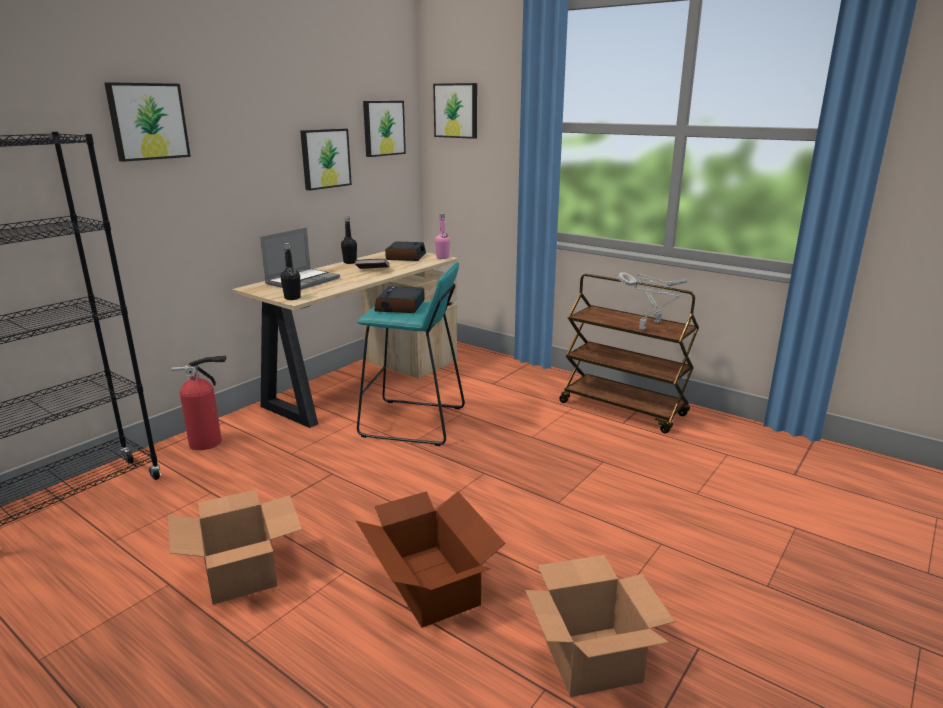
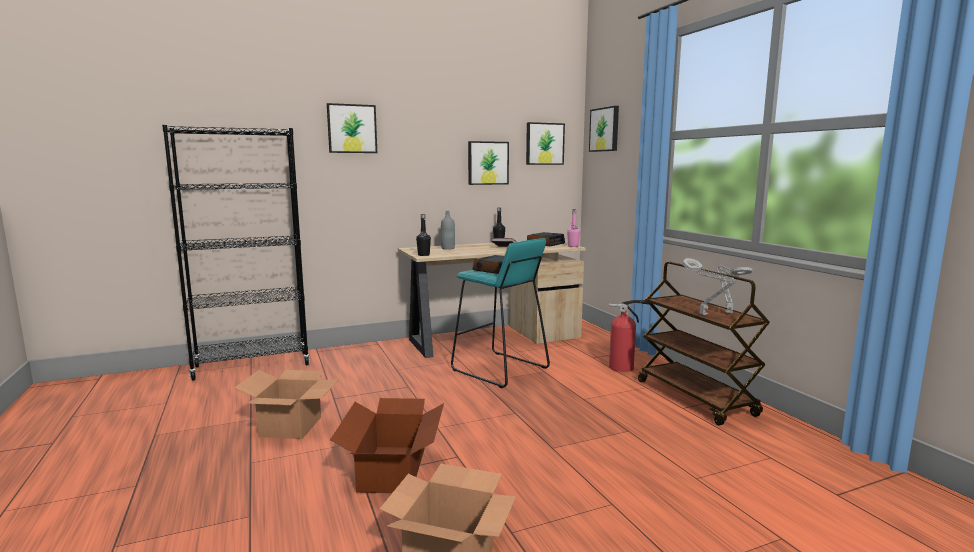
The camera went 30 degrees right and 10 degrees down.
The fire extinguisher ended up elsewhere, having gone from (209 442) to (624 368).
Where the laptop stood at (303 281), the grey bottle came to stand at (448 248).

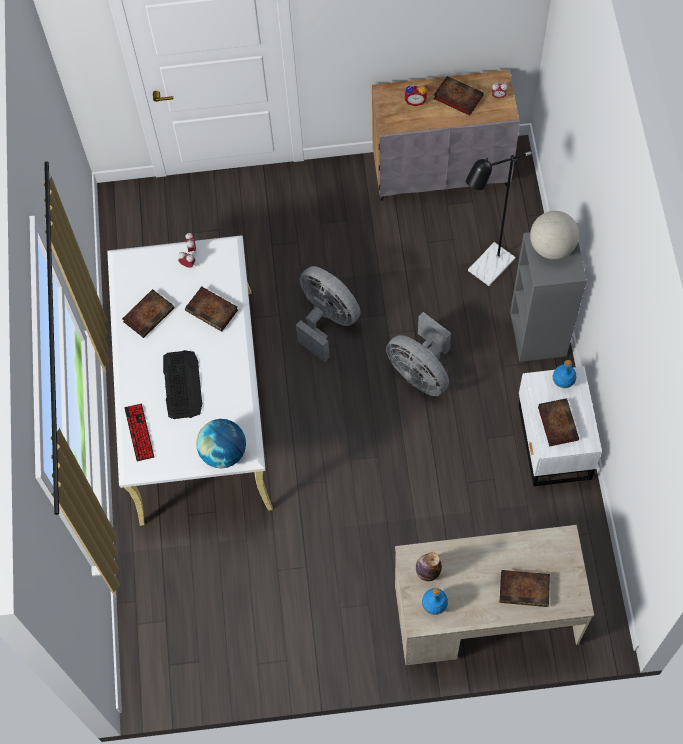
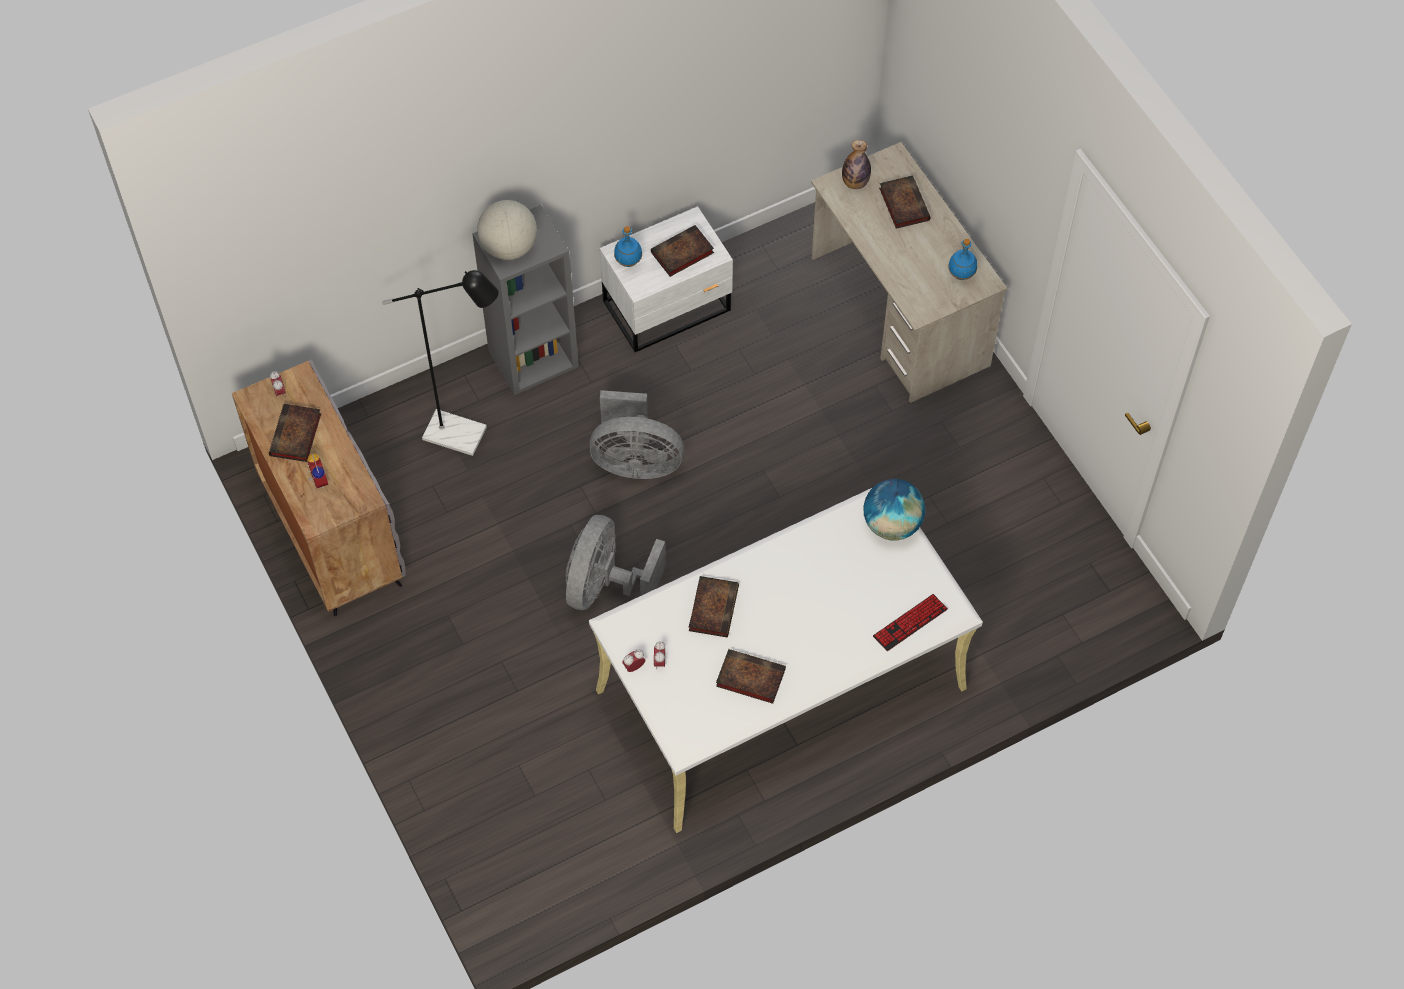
The camera went 115 degrees left and 5 degrees down.
The second view lost the keyboard at (182 384).
The bottle ended up elsewhere, having gone from (427 572) to (855 183).
The grey fan at (420 373) ended up facing another way, 75 degrees clockwise from before.

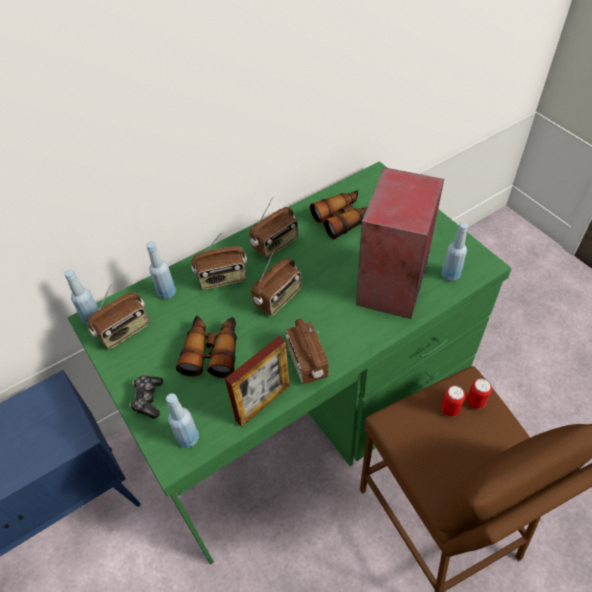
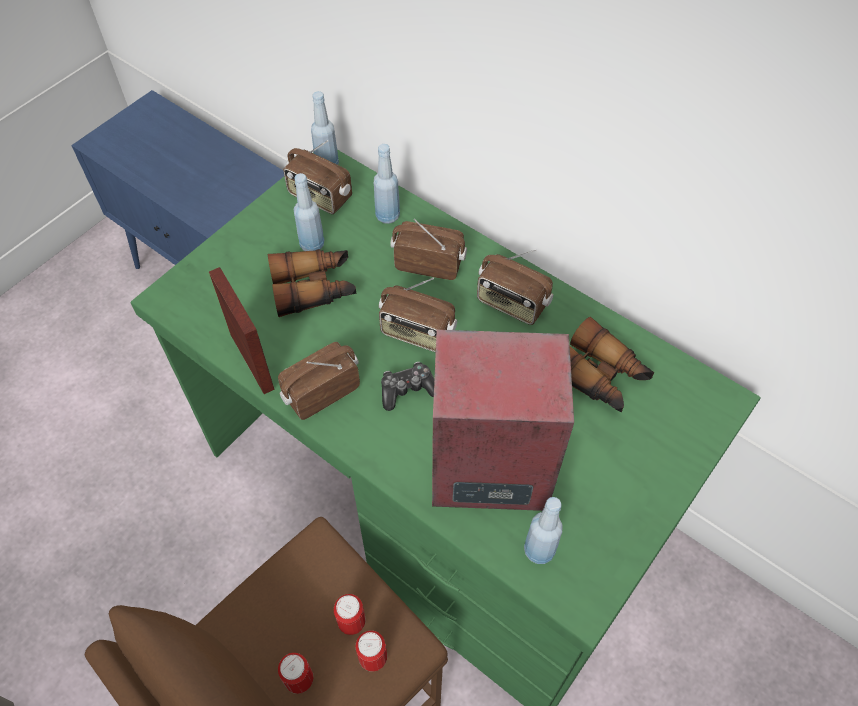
The camera went 70 degrees right and 5 degrees up.
The second view gained the can at (299 679).
The game controller ended up elsewhere, having gone from (148 399) to (407 390).
The blue bottle ended up elsewhere, having gone from (188 438) to (312 244).
The radio at (222 279) ended up facing another way, 135 degrees clockwise from before.
The picture frame at (263 403) ended up facing another way, 150 degrees counterclockwise from before.

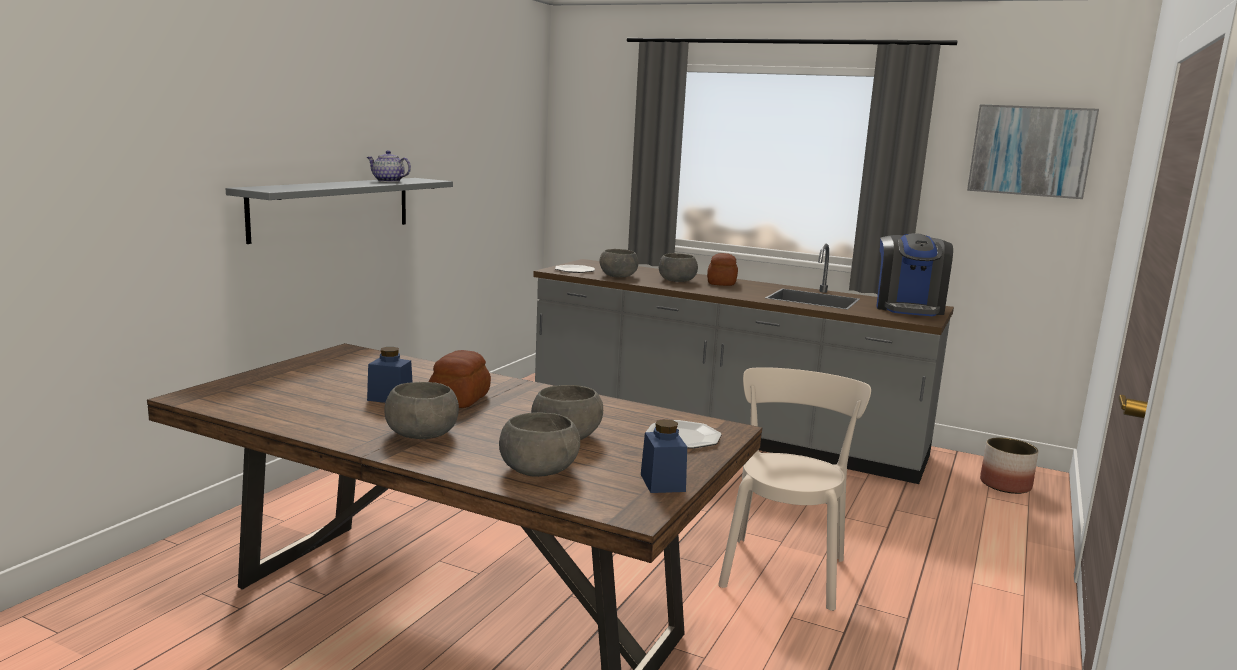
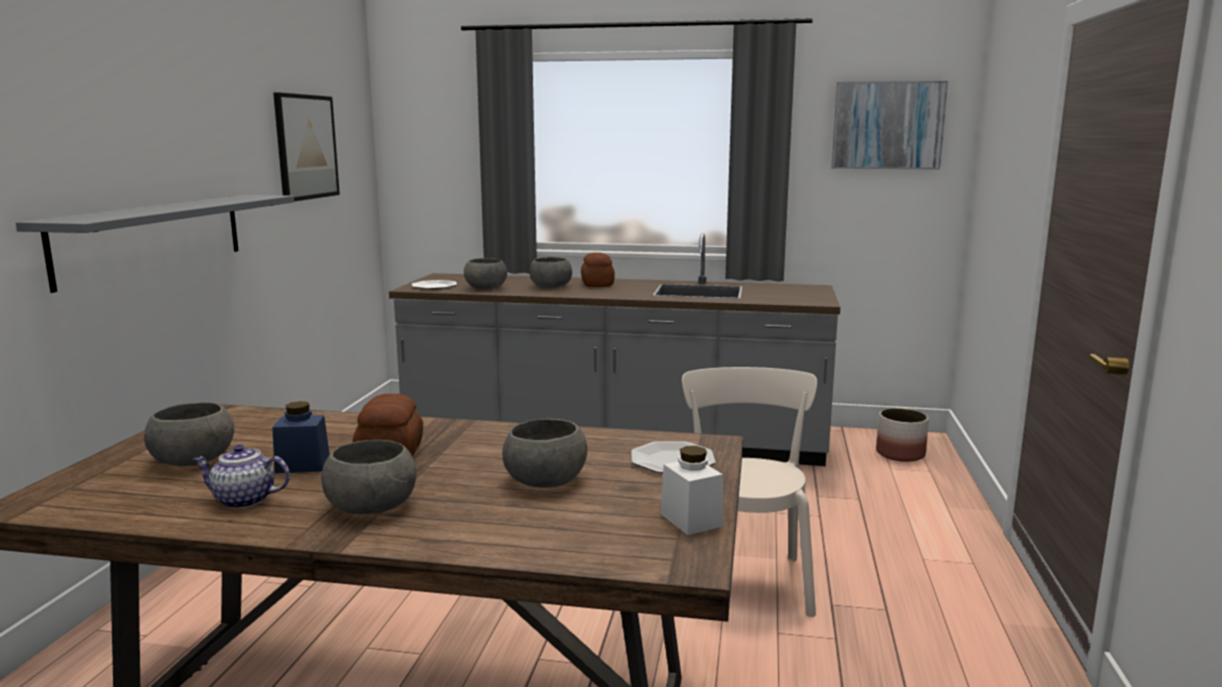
The camera went 15 degrees left and 0 degrees up.
The second view lost the coffee machine at (908 308).
The second view gained the picture at (306 147).
The teapot ended up elsewhere, having gone from (387 181) to (242 500).
The grey bowl ended up elsewhere, having gone from (539 469) to (194 459).
What was the blue jar at (662 483) turned into the white jar at (691 520).

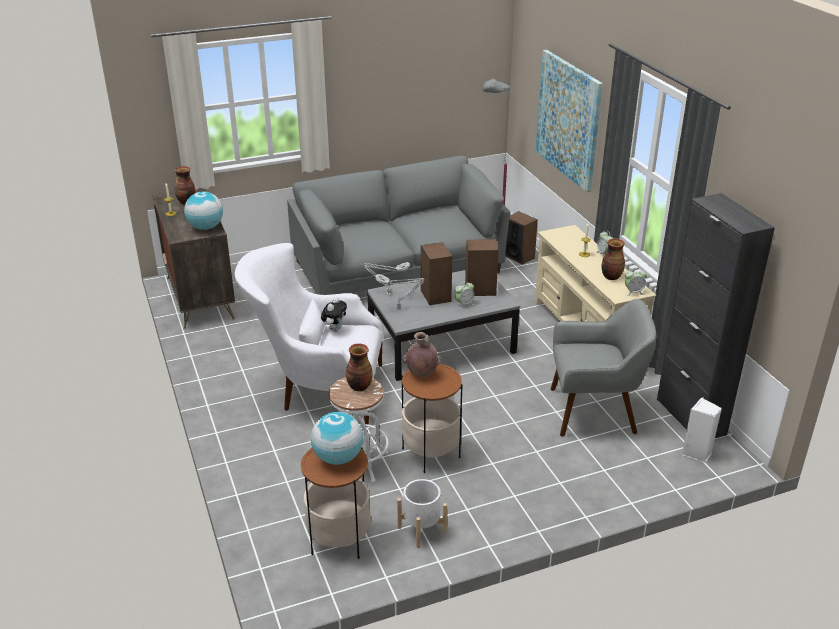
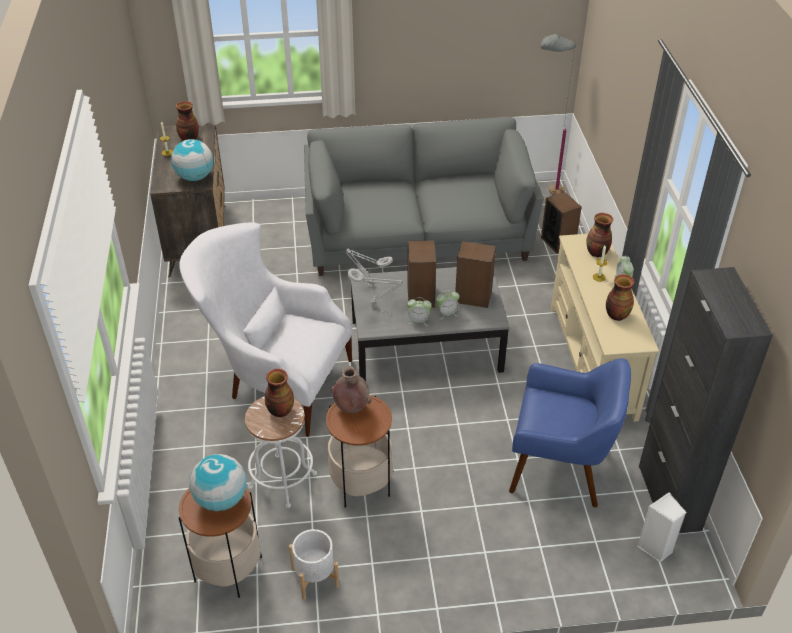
The camera went 15 degrees right and 10 degrees up.
The second view lost the plush toy at (334 329).
The second view lost the picture at (568 119).
The second view gained the vase at (596 253).
The alarm clock ended up elsewhere, having gone from (633 292) to (418 321).
What was the grey armchair at (594 412) turned into the blue armchair at (560 468).

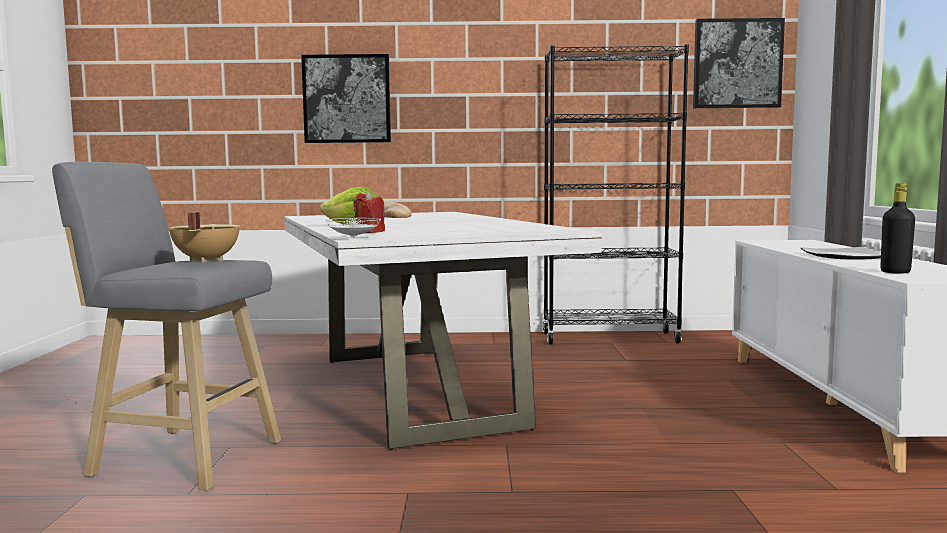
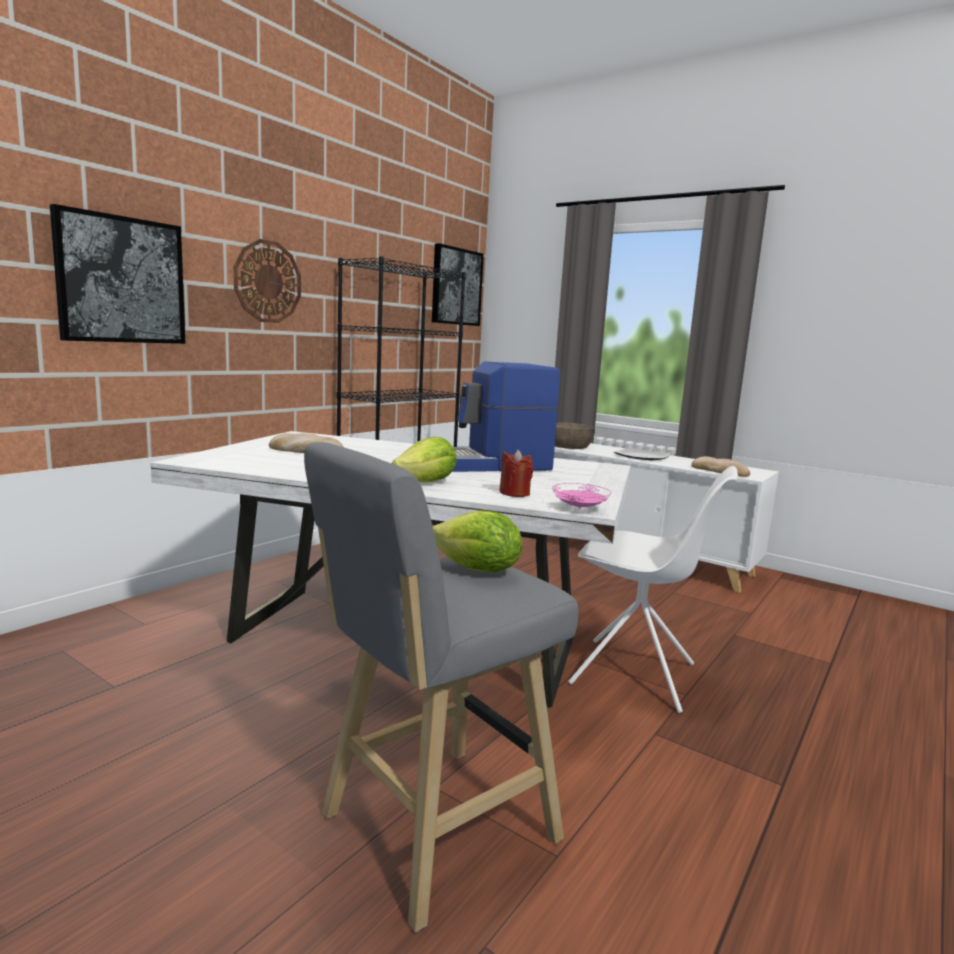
The camera went 55 degrees left and 5 degrees up.
The second view gained the wall clock at (267 282).
The second view gained the coffee machine at (491 464).
The second view gained the brown bowl at (569 446).
The second view gained the white chair at (636 675).
Where the beige cooking pot stood at (205 260), the lettuce came to stand at (477 570).
Where the black bottle stood at (895 272), the bread came to stand at (720 471).
What was the white plate at (354 238) turned into the pink plate at (579 508).

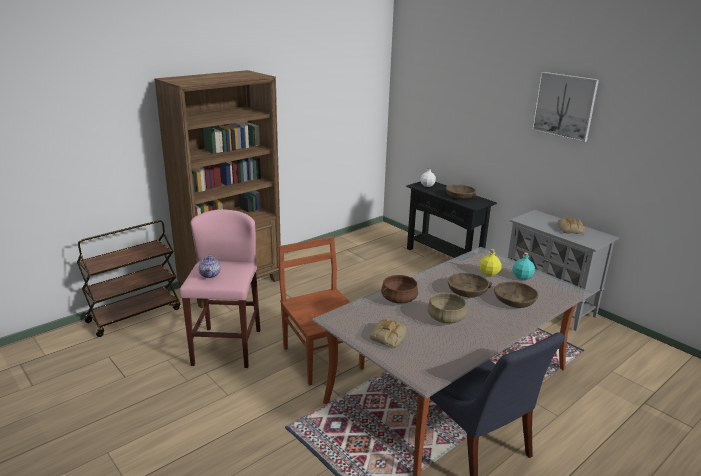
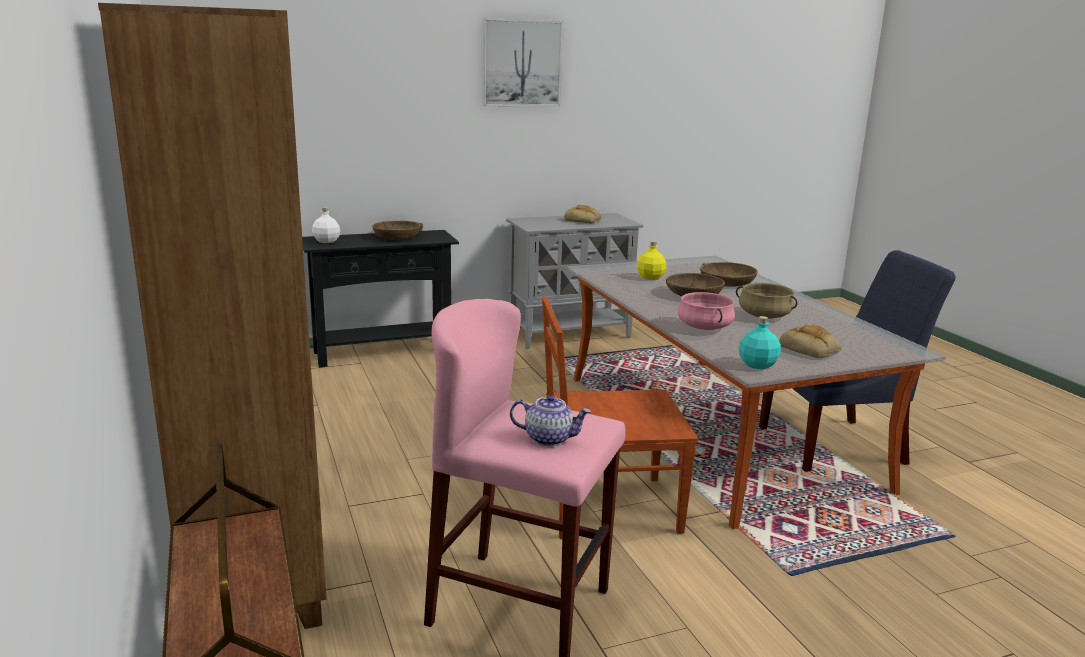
The camera went 70 degrees left and 5 degrees down.
The turquoise bottle ended up elsewhere, having gone from (522 277) to (757 364).
What was the brown cooking pot at (398 299) turned into the pink cooking pot at (704 327).

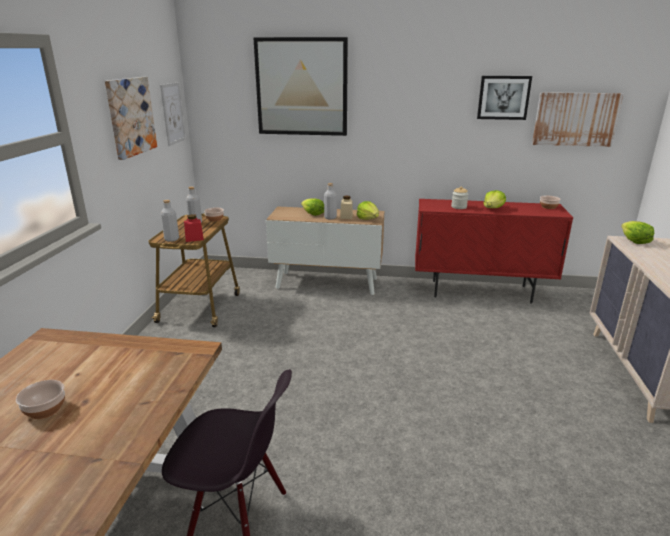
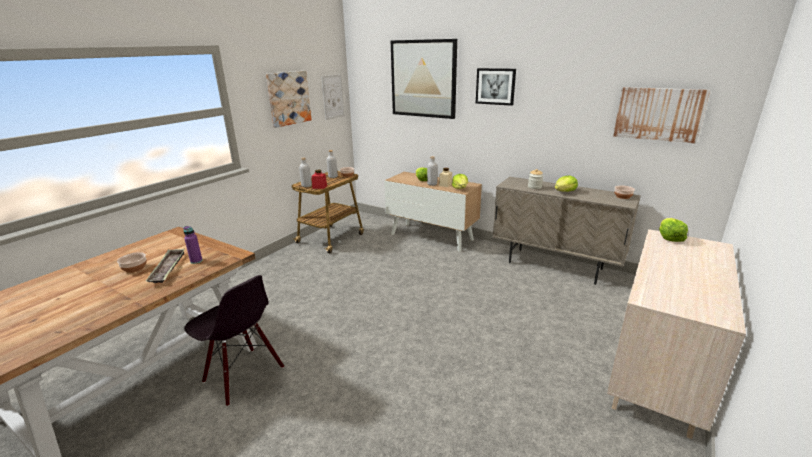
The camera went 25 degrees right and 0 degrees up.
The second view gained the tray at (168 269).
The second view gained the purple bottle at (196 261).
The picture ended up elsewhere, having gone from (503 97) to (495 86).
What was the red cabinet at (480 291) turned into the beige cabinet at (555 266).

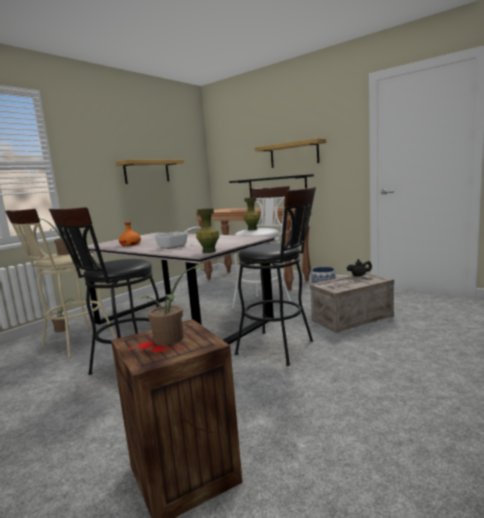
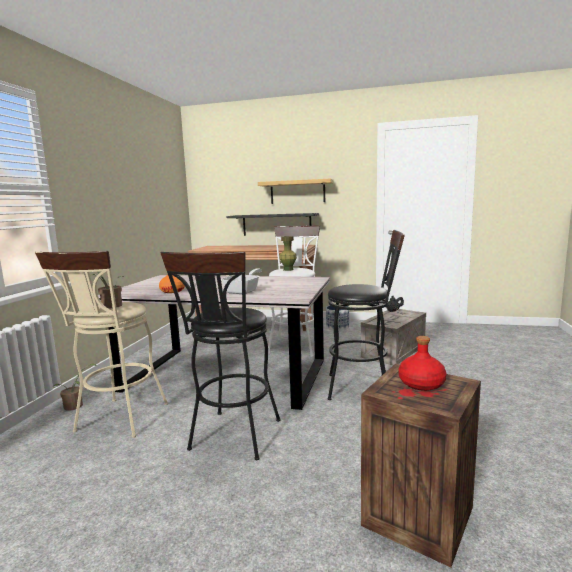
The camera went 25 degrees left and 0 degrees up.
The second view lost the shelf at (147 172).
The second view lost the green vase at (209 251).
Where the potted plant stood at (172 339), the red bottle came to stand at (421 383).

